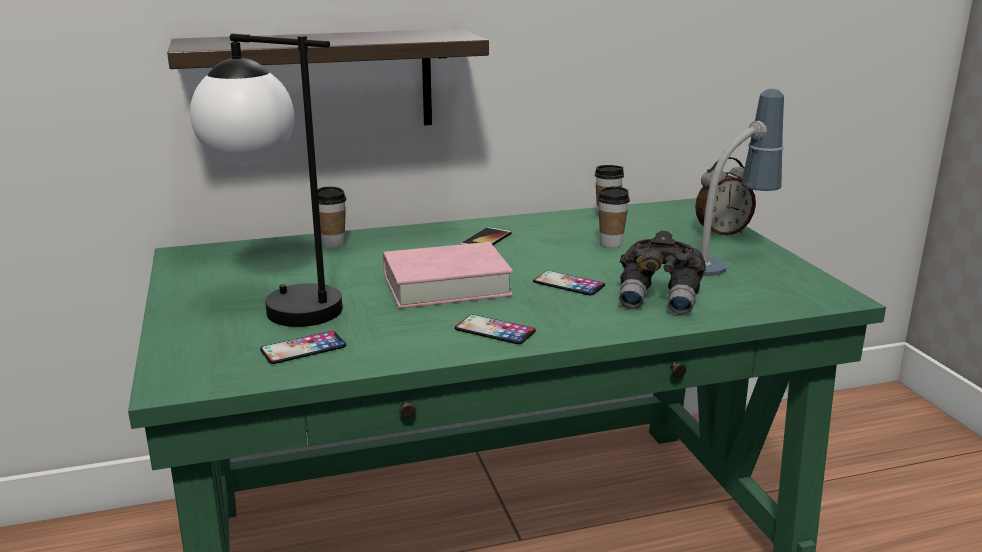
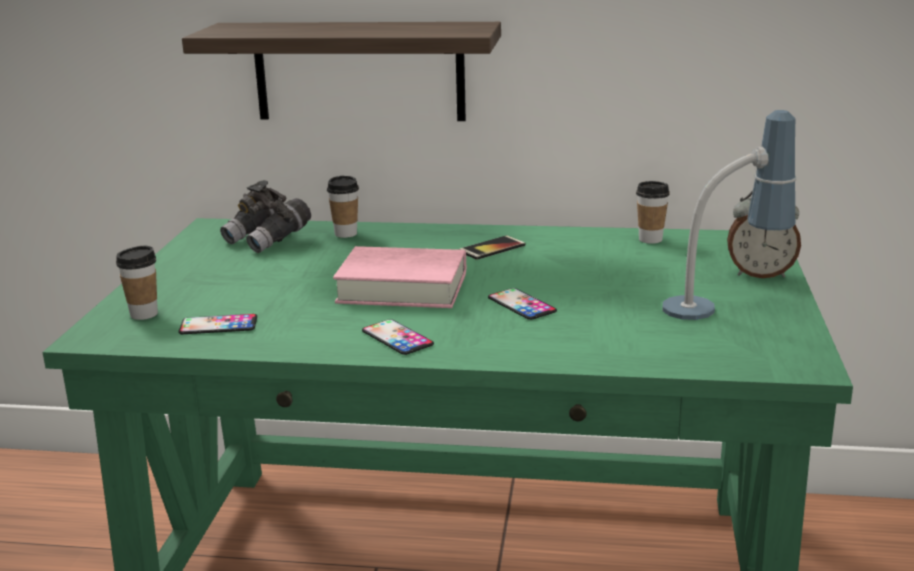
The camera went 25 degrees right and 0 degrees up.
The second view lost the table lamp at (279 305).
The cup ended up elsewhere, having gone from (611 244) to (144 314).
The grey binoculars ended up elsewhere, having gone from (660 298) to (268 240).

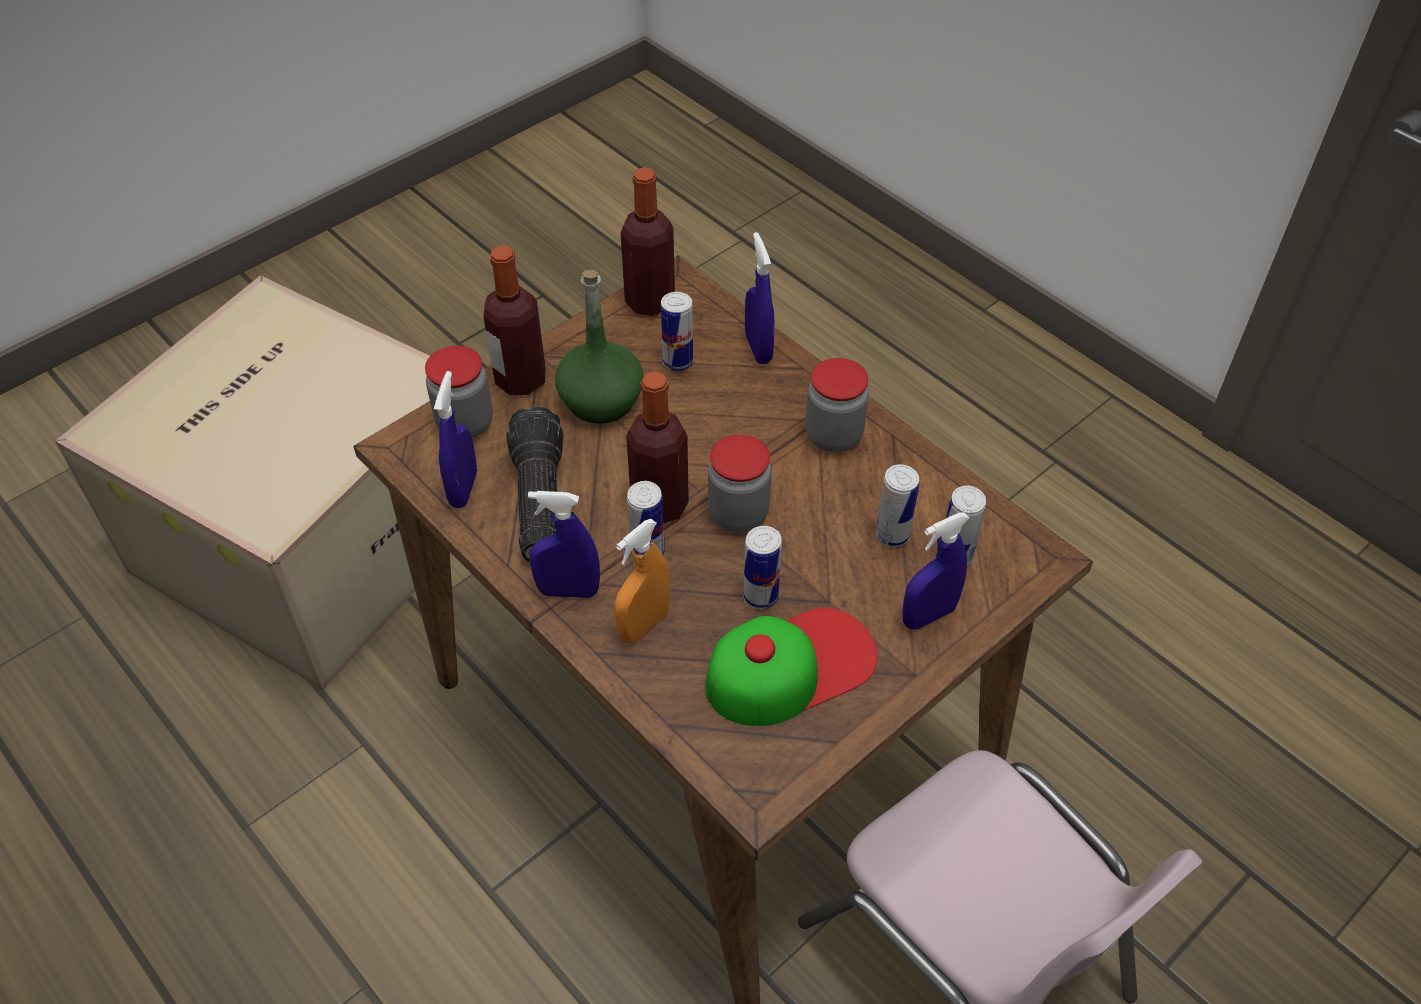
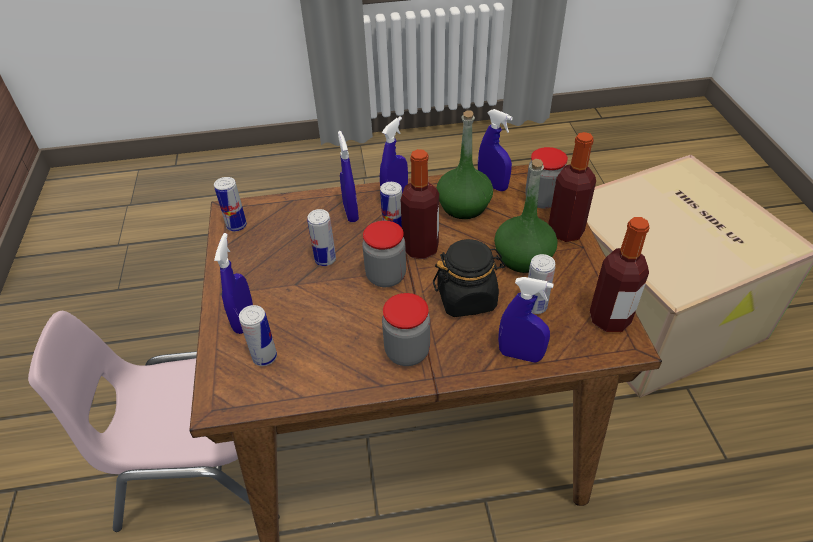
The camera went 125 degrees right and 5 degrees down.
The second view lost the cap at (790 667).
The second view gained the black jar at (467 298).
The can ended up elsewhere, having gone from (892 535) to (236 225).
Where the flashlight stood at (536 500), the green bottle came to stand at (463 206).
What was the orange spray bottle at (643 625) turned into the blue spray bottle at (351 213).

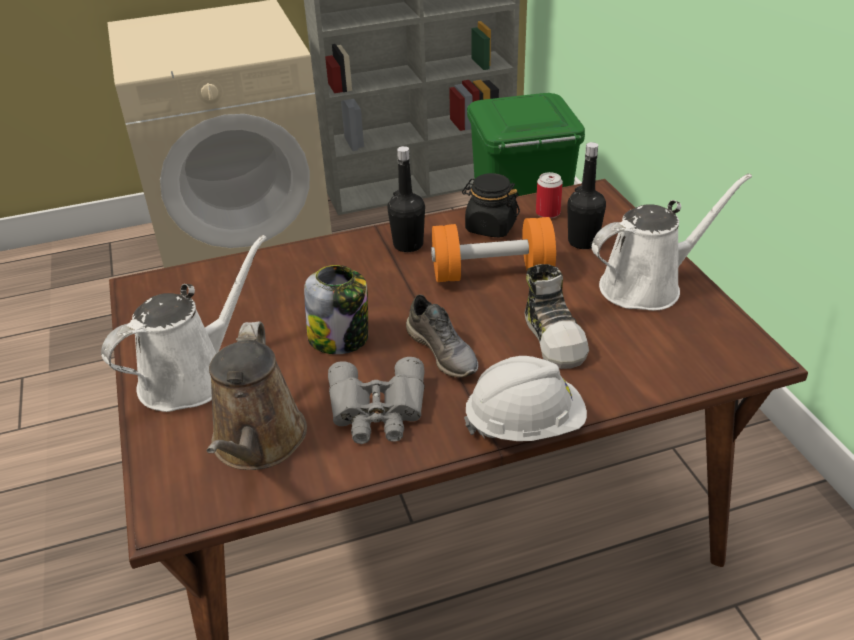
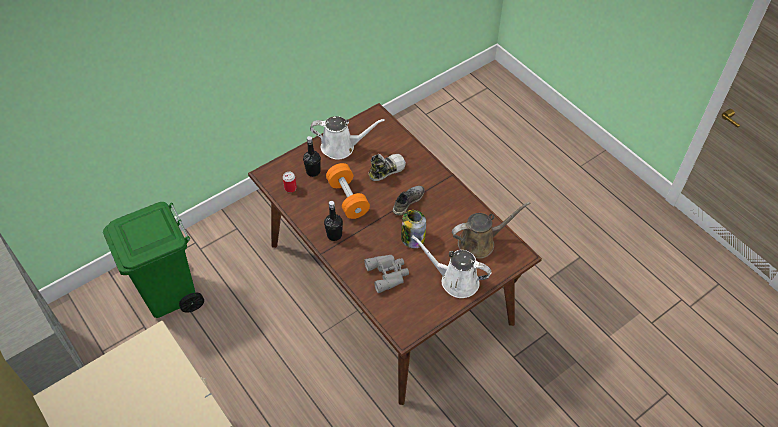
The camera went 110 degrees left and 15 degrees up.
The second view lost the black jar at (490 227).
The second view lost the white hard hat at (525 425).
The grey binoculars ended up elsewhere, having gone from (378 411) to (388 273).
The white watering can at (647 285) ended up facing another way, 135 degrees clockwise from before.

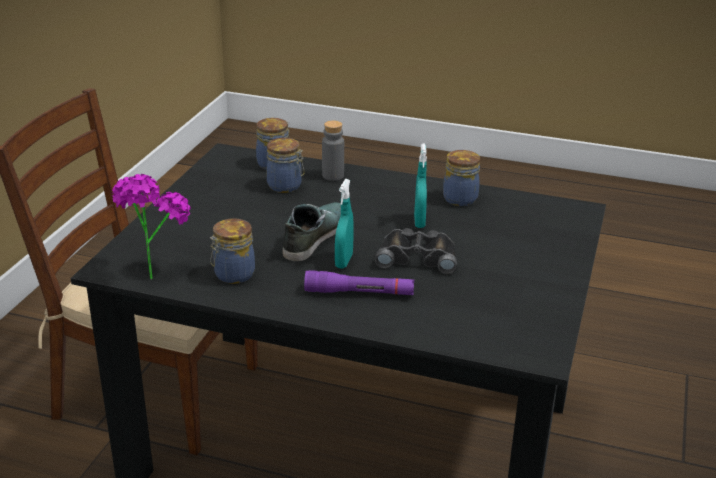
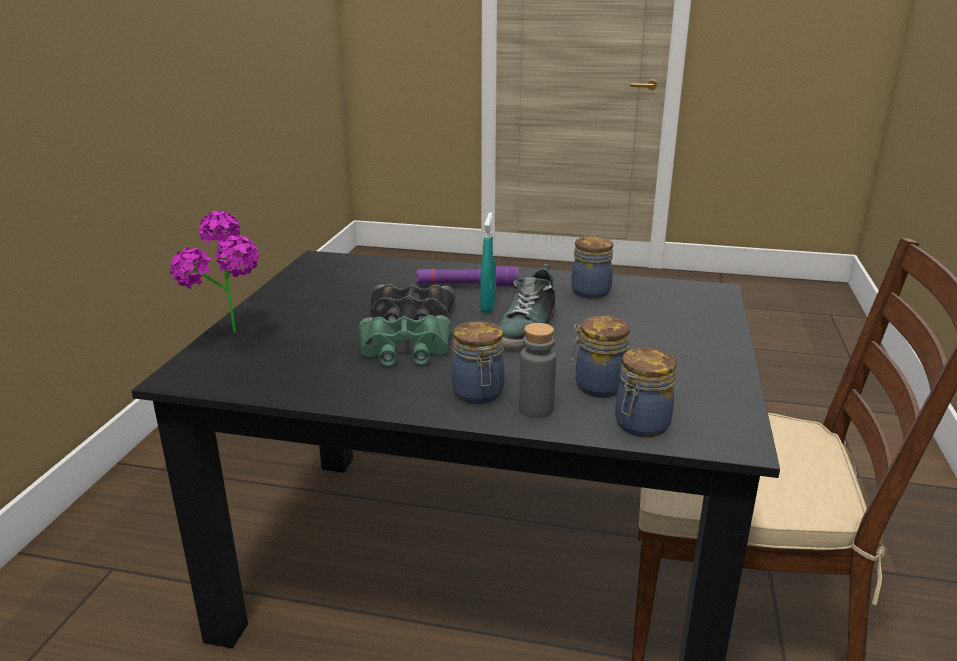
The camera went 175 degrees right and 5 degrees down.
The potted plant ended up elsewhere, having gone from (154 271) to (231 339).
The jar ended up elsewhere, having gone from (459 198) to (478 394).
Where the turquoise spray bottle stood at (419 222), the green binoculars came to stand at (405 349).

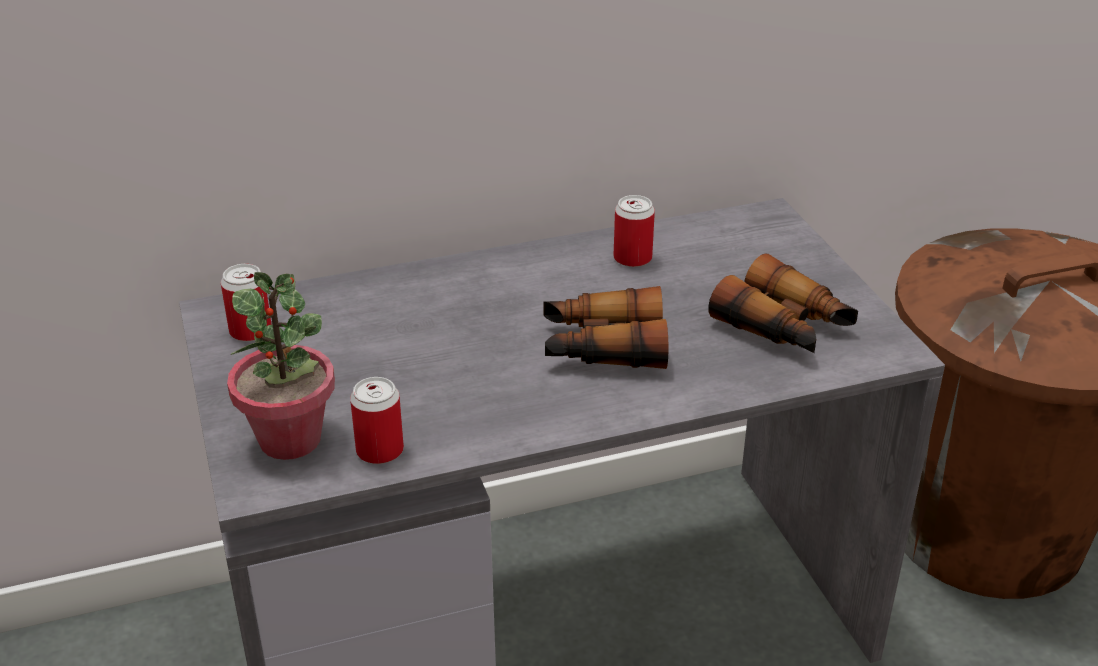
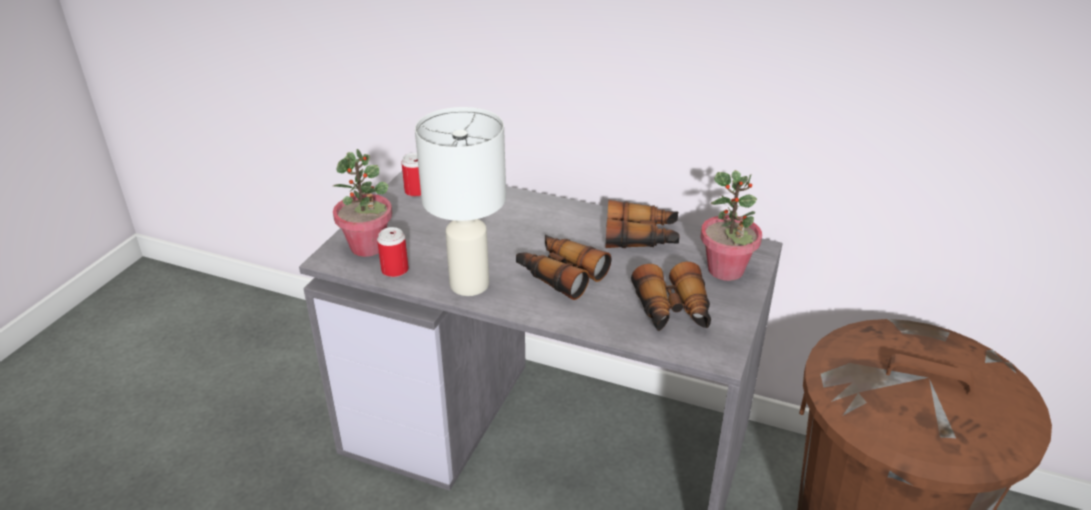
The camera went 40 degrees right and 0 degrees up.
The second view gained the white table lamp at (469 283).
The second view gained the potted plant at (726 270).
Where the can stood at (632 258), the binoculars came to stand at (641 237).

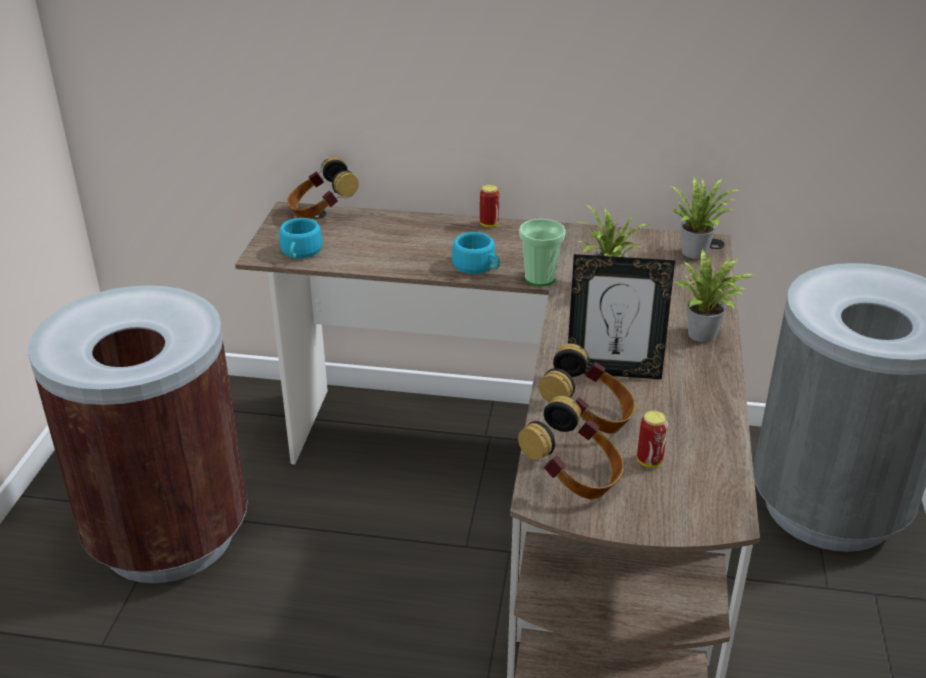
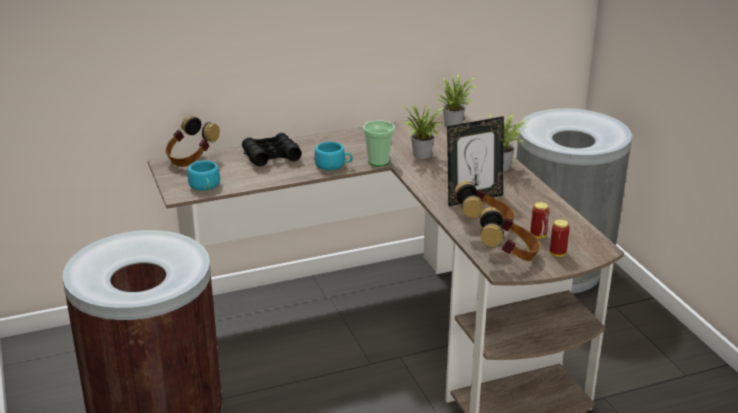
The camera went 30 degrees left and 5 degrees down.
The second view gained the black binoculars at (271 156).
The can ended up elsewhere, having gone from (489 224) to (557 254).

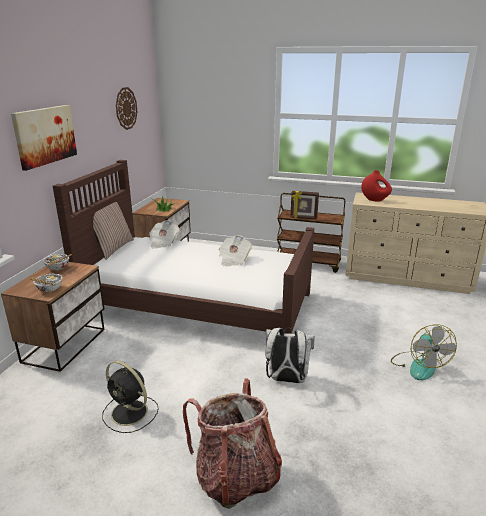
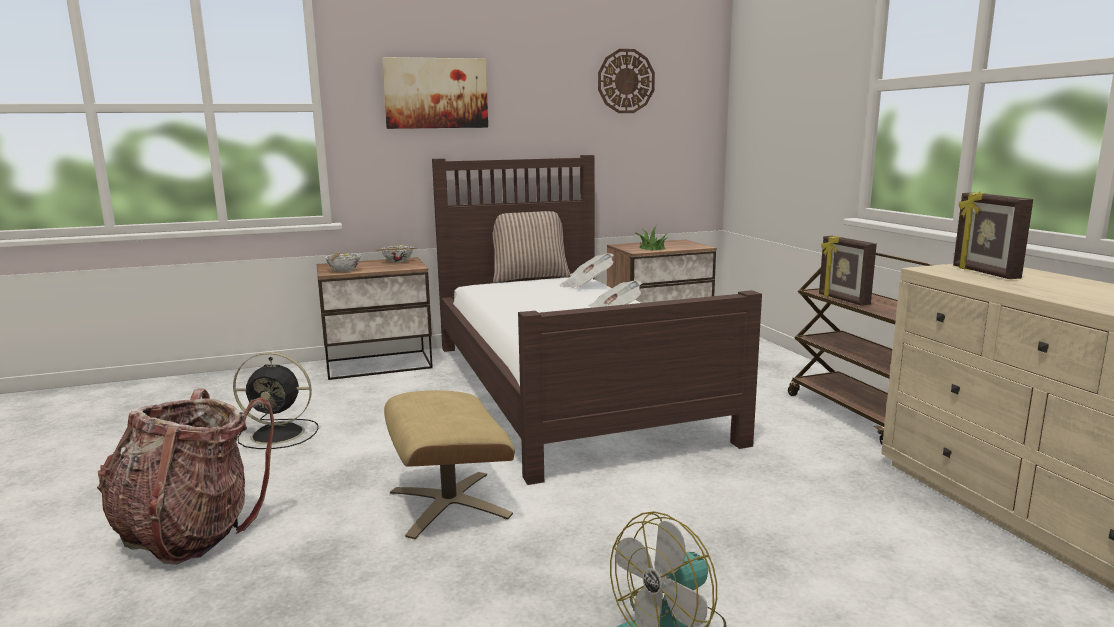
The camera went 55 degrees right and 10 degrees down.
Where the white backpack stood at (286 379), the beige ottoman came to stand at (448 503).
Where the red vase stood at (374 200), the picture frame came to stand at (984 273).
The black fan at (130 413) ended up facing another way, 90 degrees counterclockwise from before.

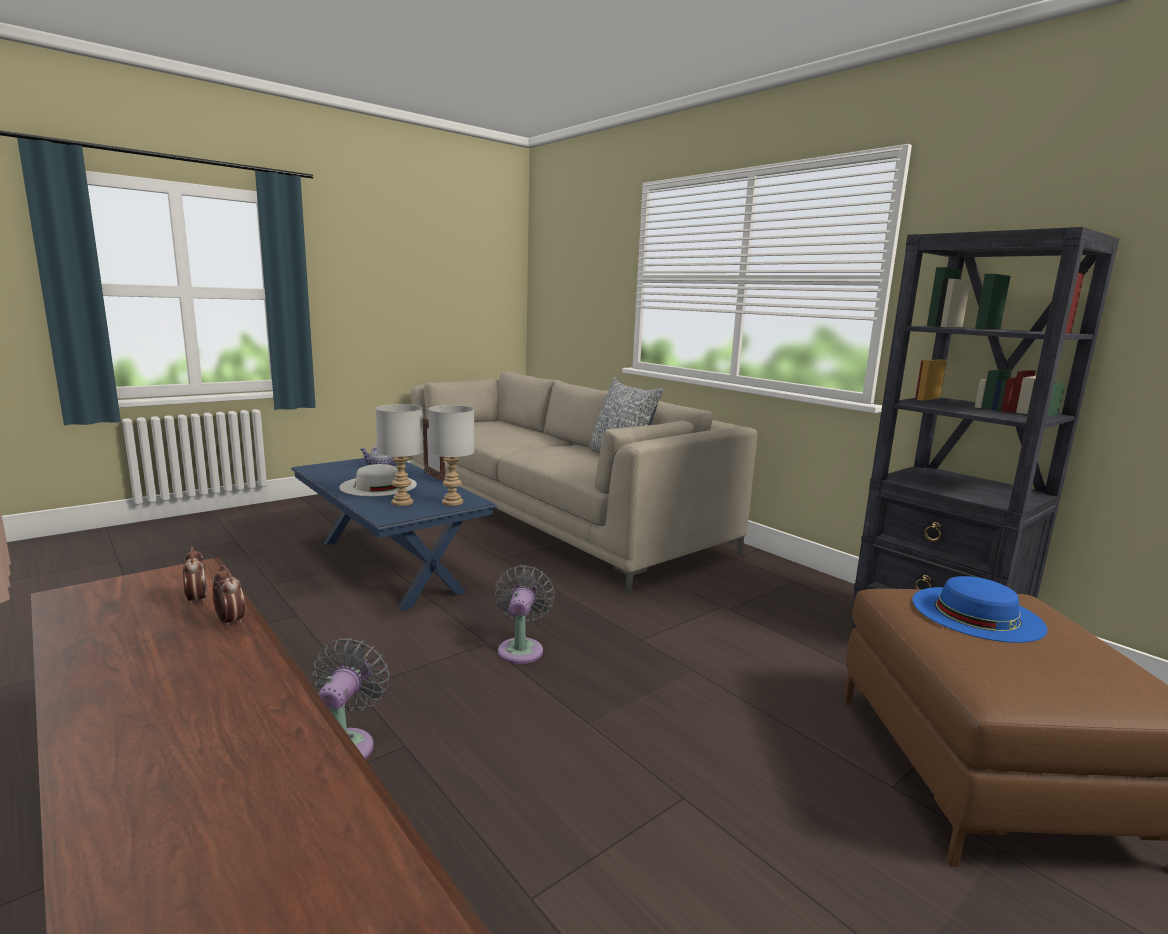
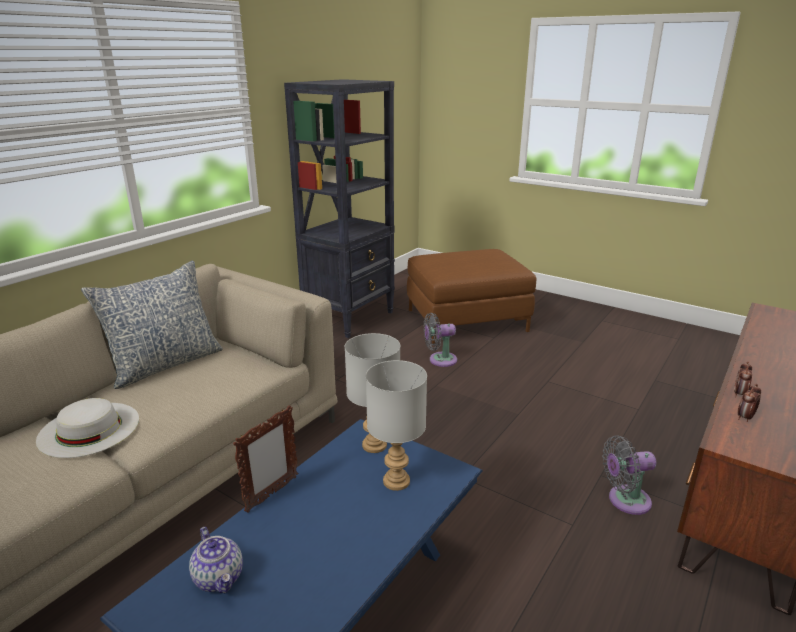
The camera went 105 degrees left and 10 degrees up.
The second view lost the blue hat at (977 613).
The white hat ended up elsewhere, having gone from (378 485) to (89 429).
The grey fan ended up elsewhere, having gone from (521 648) to (439 360).

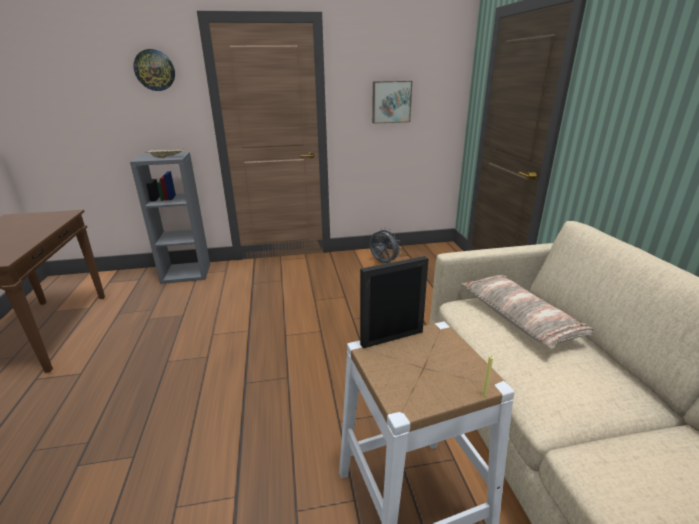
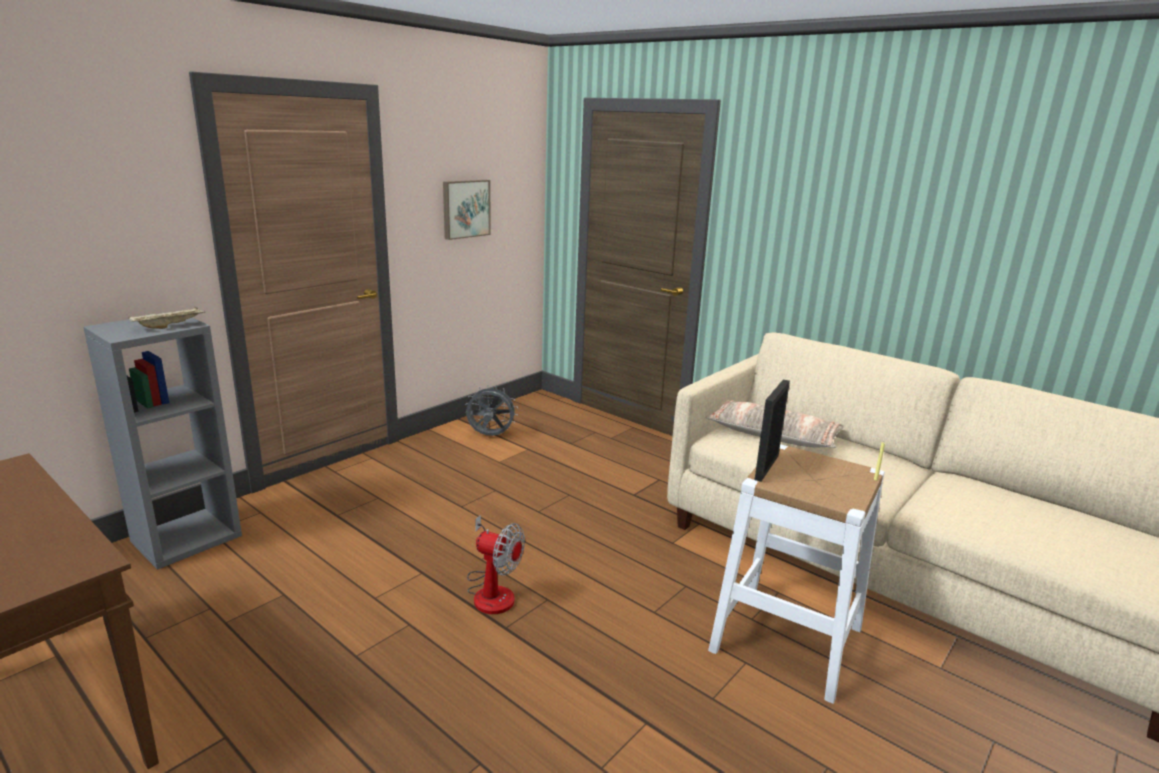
The camera went 40 degrees left and 5 degrees down.
The second view lost the wall clock at (154 70).
The second view gained the fan at (492 591).

